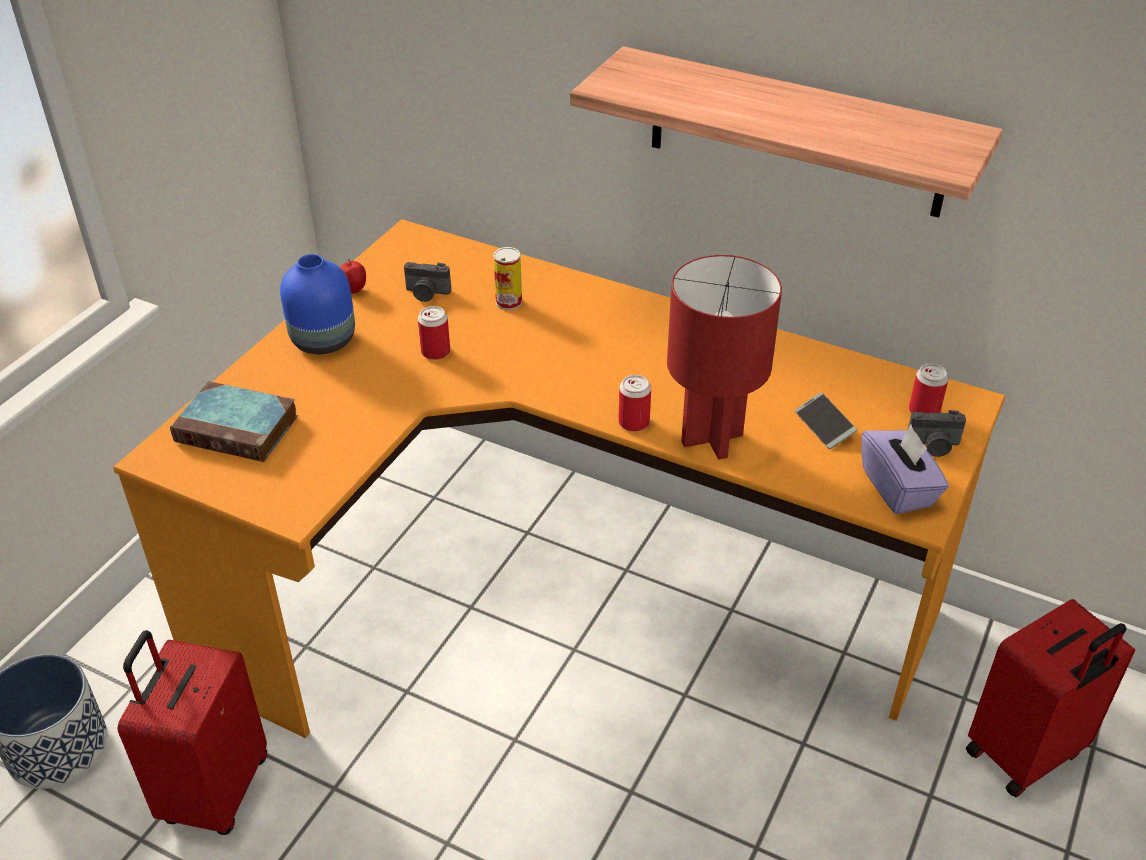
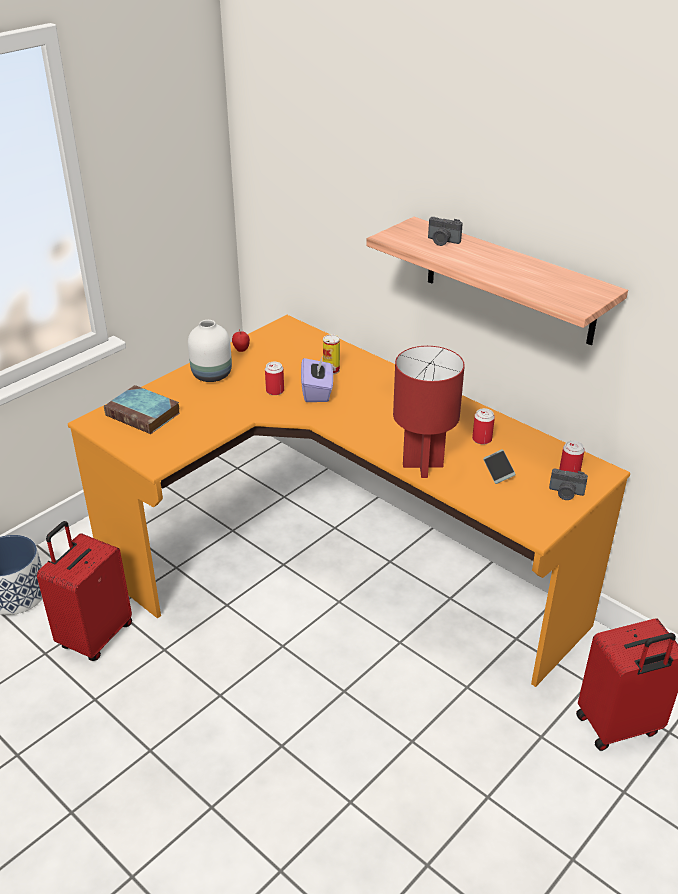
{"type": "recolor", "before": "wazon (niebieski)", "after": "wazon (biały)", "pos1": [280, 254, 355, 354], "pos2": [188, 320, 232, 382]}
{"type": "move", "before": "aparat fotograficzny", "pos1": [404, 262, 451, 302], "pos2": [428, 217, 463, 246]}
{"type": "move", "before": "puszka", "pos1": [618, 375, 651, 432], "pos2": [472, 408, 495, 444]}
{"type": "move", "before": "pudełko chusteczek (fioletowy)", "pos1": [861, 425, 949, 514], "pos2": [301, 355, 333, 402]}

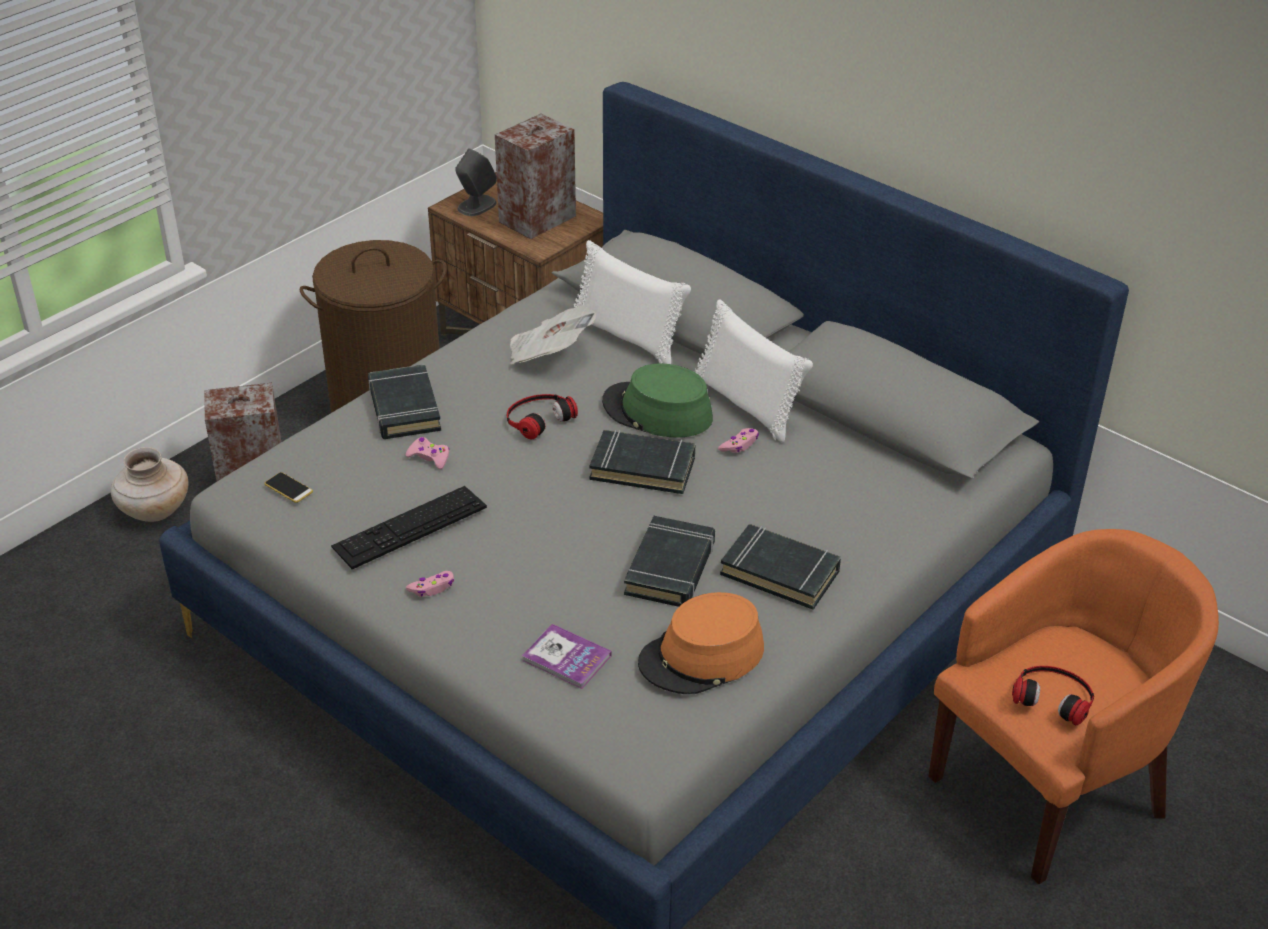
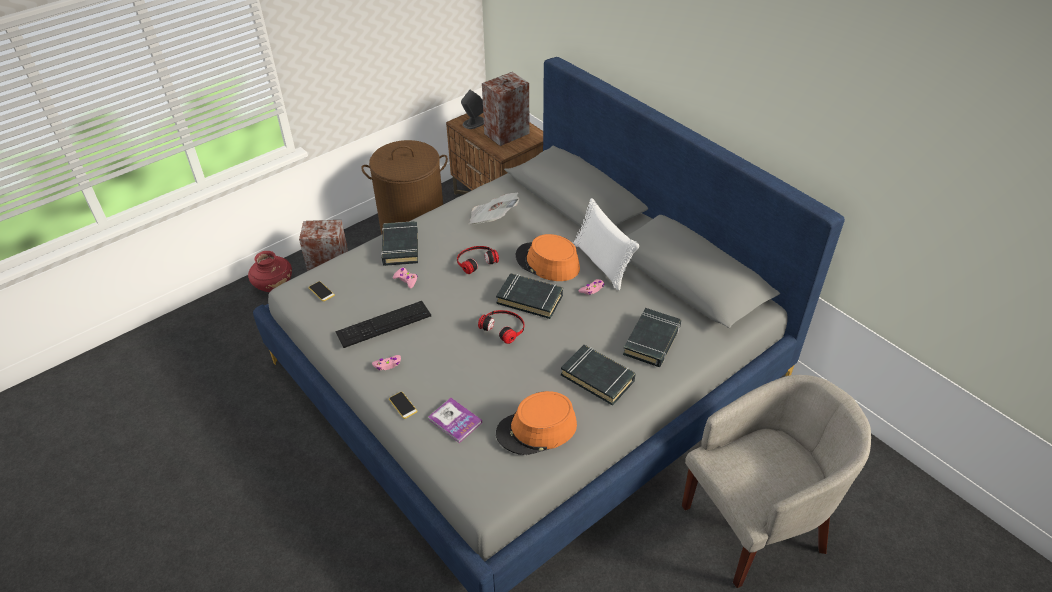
{"type": "recolor", "before": "wazon (beżowy)", "after": "wazon (czerwony)", "pos1": [111, 447, 189, 522], "pos2": [248, 251, 292, 292]}
{"type": "delete", "before": "poduszka (biały)", "pos1": [574, 240, 691, 364]}
{"type": "recolor", "before": "kapelusz (zielony)", "after": "kapelusz (pomarańczowy)", "pos1": [602, 364, 713, 438], "pos2": [516, 234, 580, 281]}
{"type": "move", "before": "książka (czarny)", "pos1": [624, 516, 715, 607], "pos2": [623, 308, 681, 367]}
{"type": "recolor", "before": "fotel (pomarańczowy)", "after": "fotel (beżowy)", "pos1": [928, 529, 1219, 884], "pos2": [682, 375, 871, 588]}
{"type": "move", "before": "słuchawki", "pos1": [1012, 666, 1094, 725], "pos2": [478, 310, 525, 344]}
{"type": "insert", "after": "telefon", "pos2": [389, 392, 417, 419]}

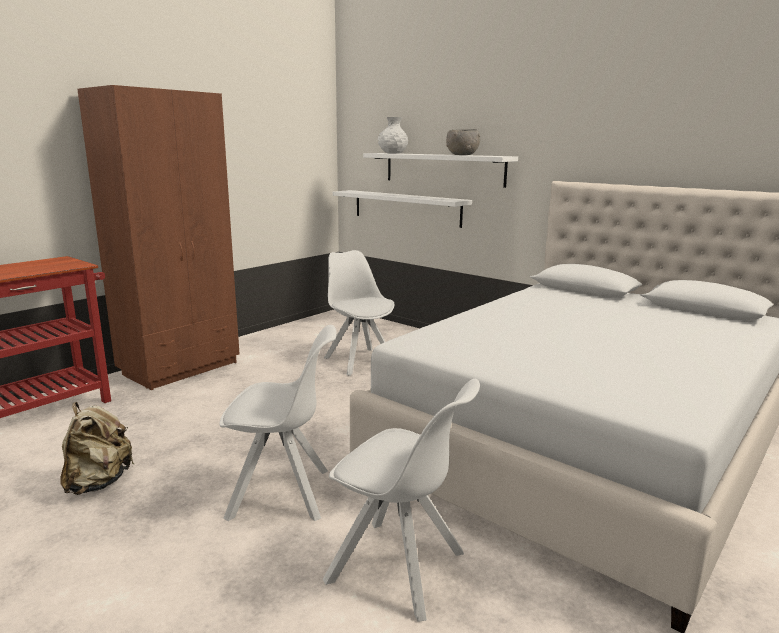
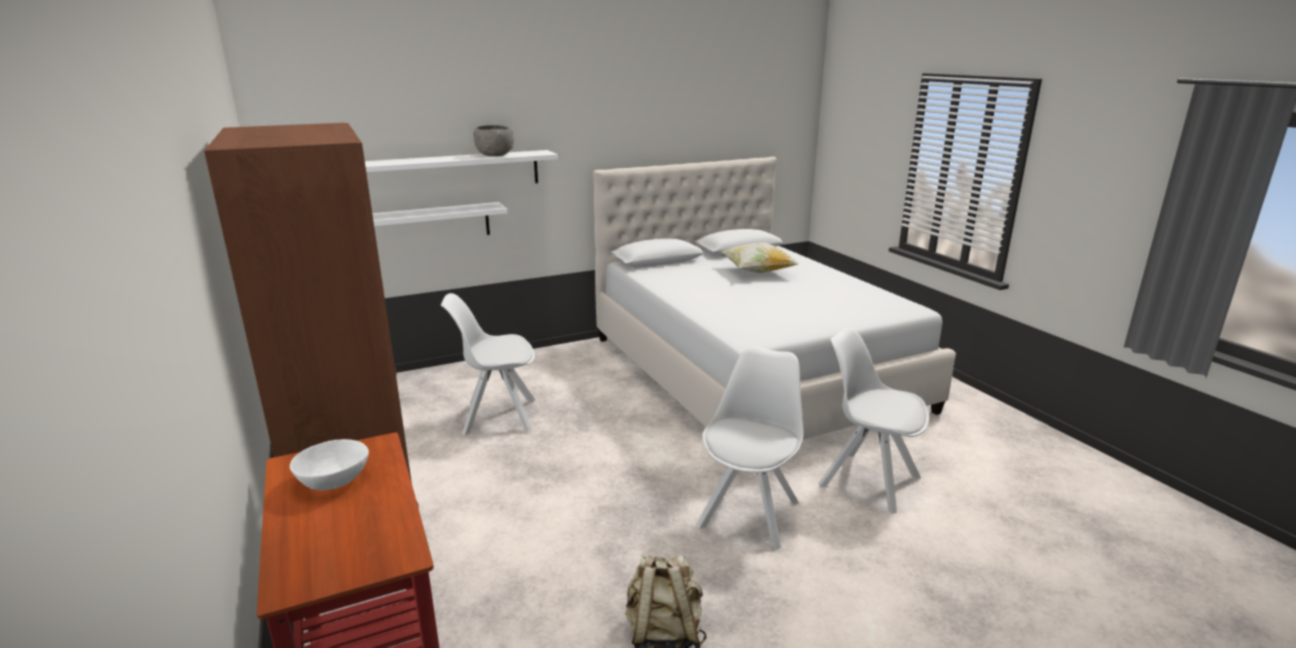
{"type": "rotate", "before": "krzesło (biały)", "pos1": [323, 379, 480, 622], "pos2": [818, 328, 929, 514], "turn": -105}
{"type": "delete", "before": "wazon (biały)", "pos1": [378, 117, 408, 154]}
{"type": "insert", "after": "miska (biały)", "pos2": [290, 439, 369, 490]}
{"type": "insert", "after": "poduszka", "pos2": [722, 242, 799, 273]}

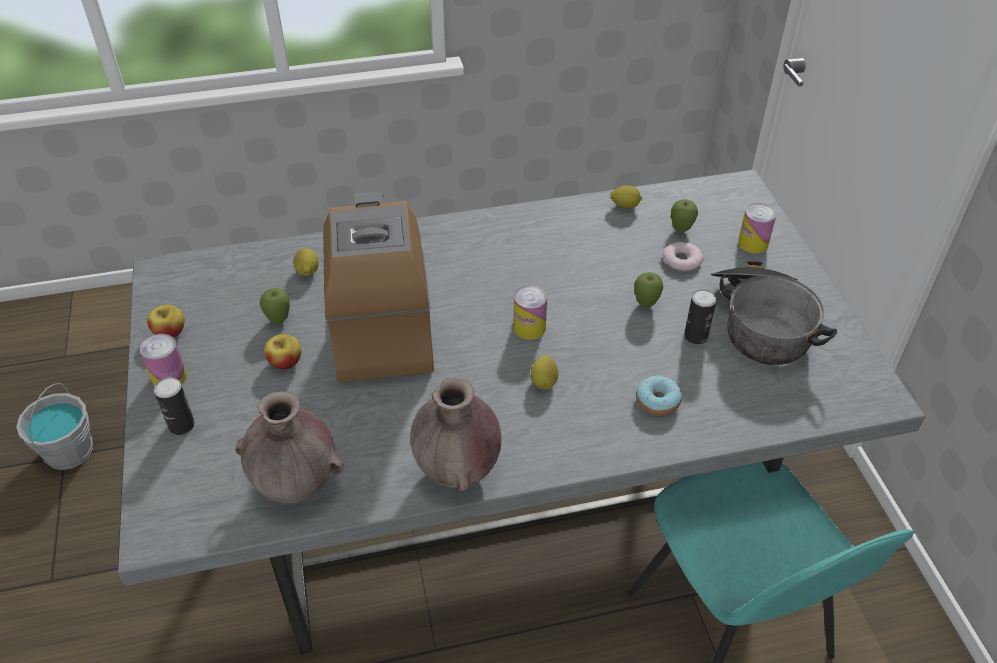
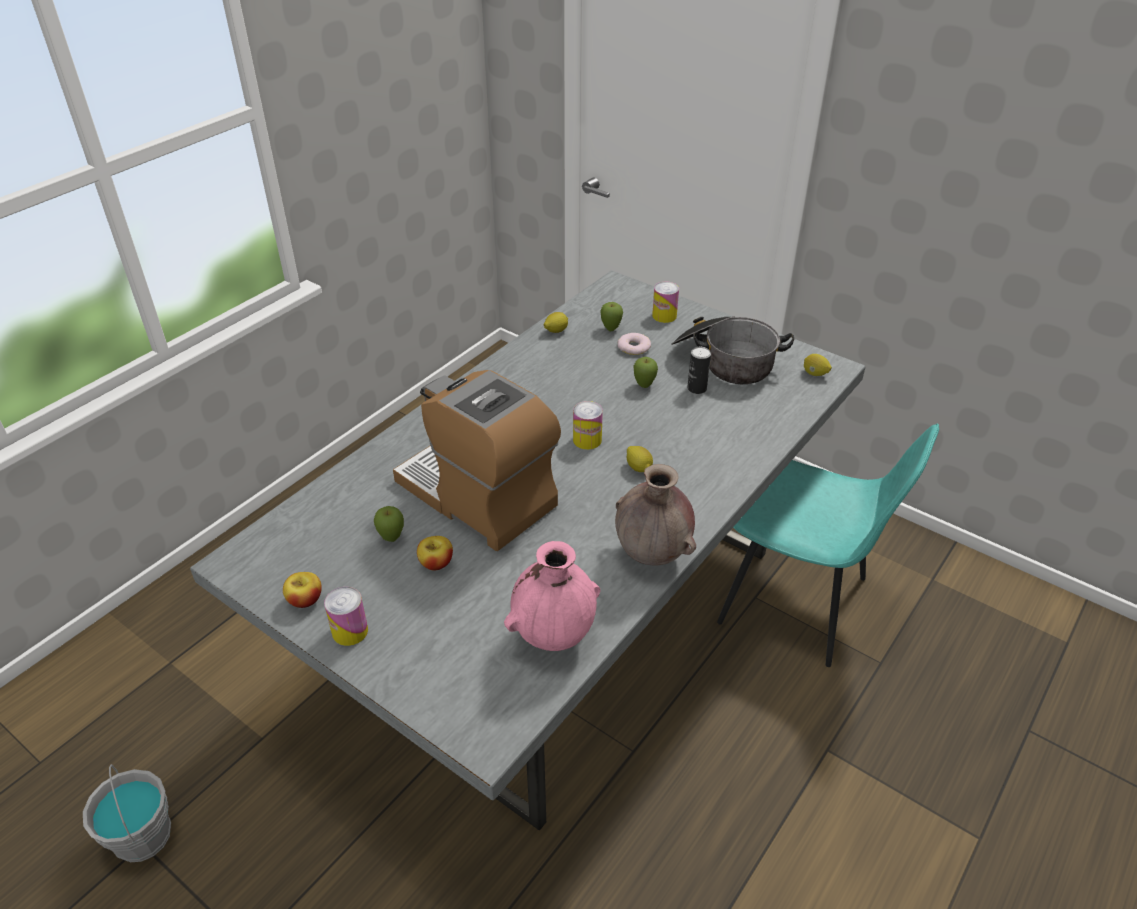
{"type": "delete", "before": "puszka", "pos1": [154, 377, 195, 435]}
{"type": "recolor", "before": "wazon (brązowy)", "after": "wazon (różowy)", "pos1": [235, 391, 344, 504], "pos2": [504, 541, 600, 651]}
{"type": "move", "before": "cytryna", "pos1": [293, 248, 319, 276], "pos2": [804, 354, 832, 376]}
{"type": "delete", "before": "donut", "pos1": [636, 375, 682, 416]}

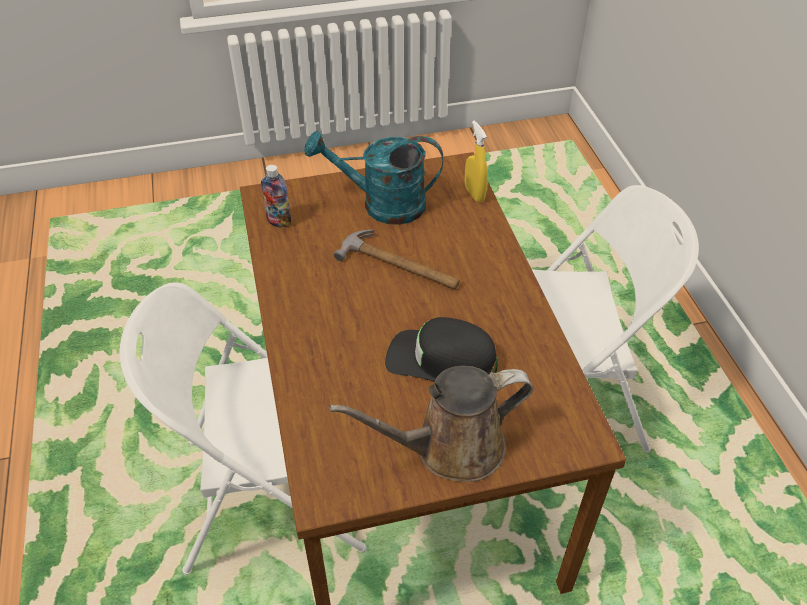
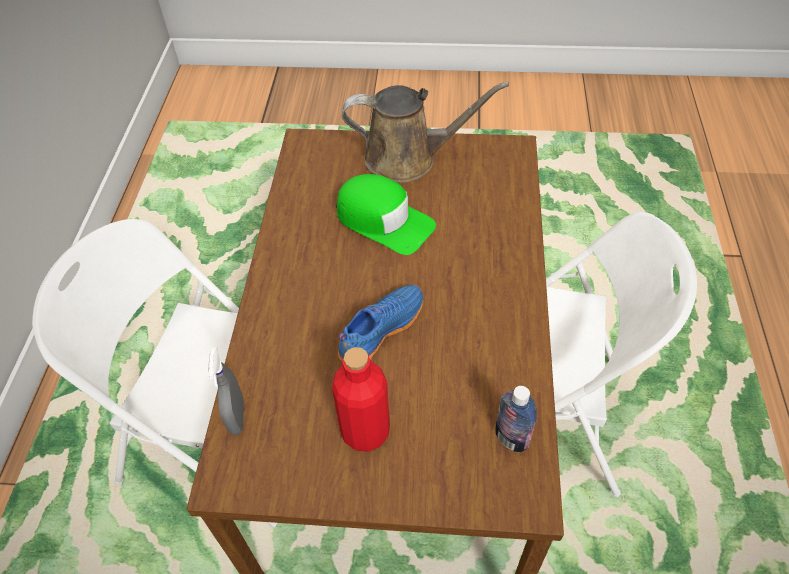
{"type": "replace", "before": "konewka (turkusowy)", "after": "butelka (czerwony)", "pos1": [304, 131, 443, 225], "pos2": [332, 347, 390, 452]}
{"type": "replace", "before": "młotek", "after": "but (niebieski)", "pos1": [334, 230, 460, 289], "pos2": [338, 285, 423, 362]}
{"type": "recolor", "before": "czapka z daszkiem (czarny)", "after": "czapka z daszkiem (zielony)", "pos1": [385, 317, 498, 381], "pos2": [337, 174, 436, 255]}
{"type": "recolor", "before": "spryskiwacz (żółty)", "after": "spryskiwacz (szary)", "pos1": [465, 121, 488, 202], "pos2": [208, 347, 244, 435]}

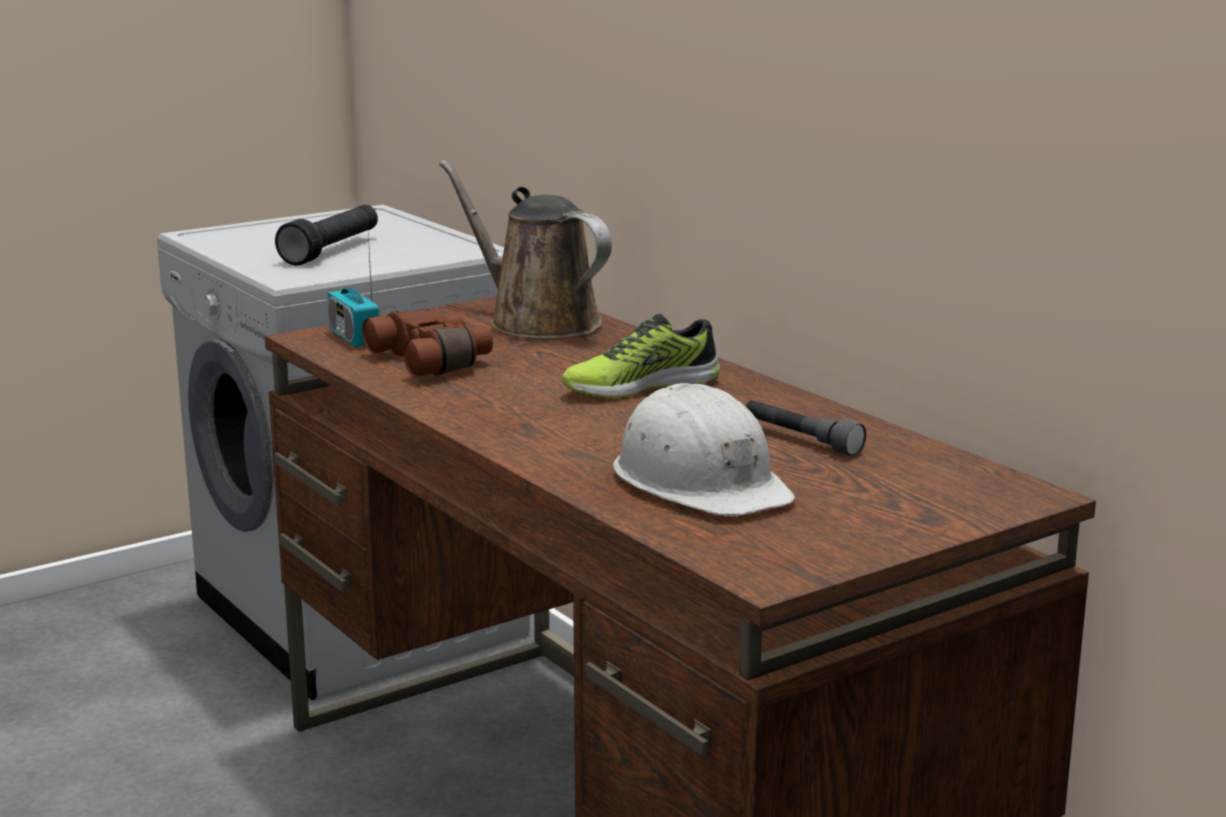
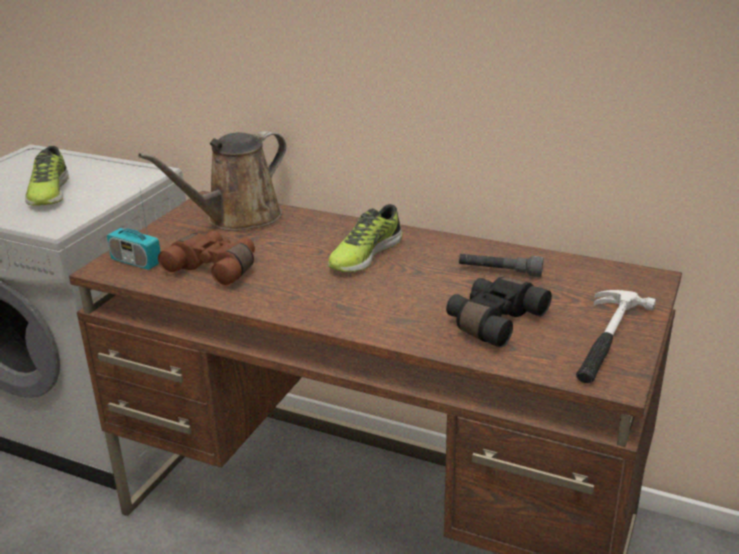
{"type": "replace", "before": "latarka (czarny)", "after": "but", "pos1": [275, 205, 378, 265], "pos2": [25, 146, 68, 206]}
{"type": "rotate", "before": "konewka (brązowy)", "pos1": [439, 160, 612, 339], "pos2": [138, 131, 286, 231], "turn": -60}
{"type": "replace", "before": "kask (biały)", "after": "lornetka (czarny)", "pos1": [613, 383, 795, 516], "pos2": [446, 277, 552, 348]}
{"type": "insert", "after": "młotek", "pos2": [576, 290, 656, 383]}

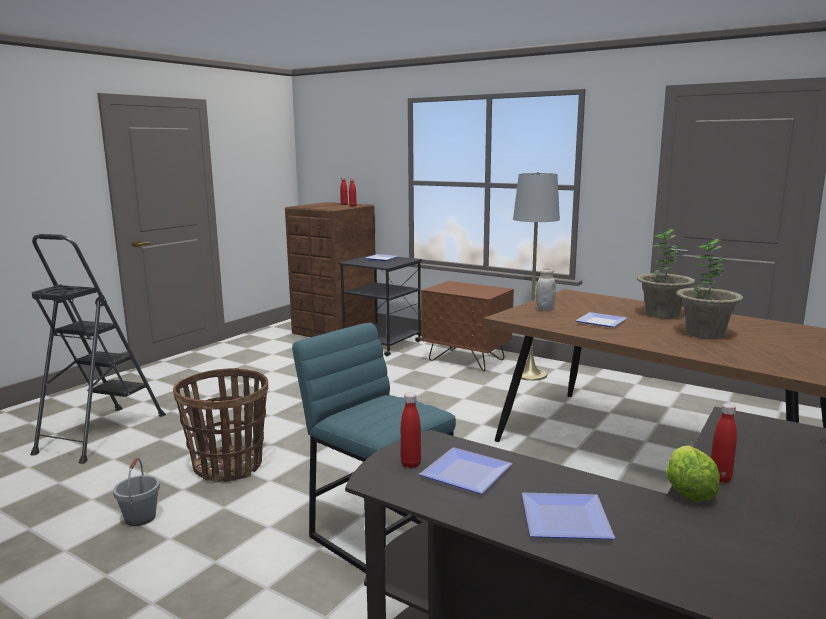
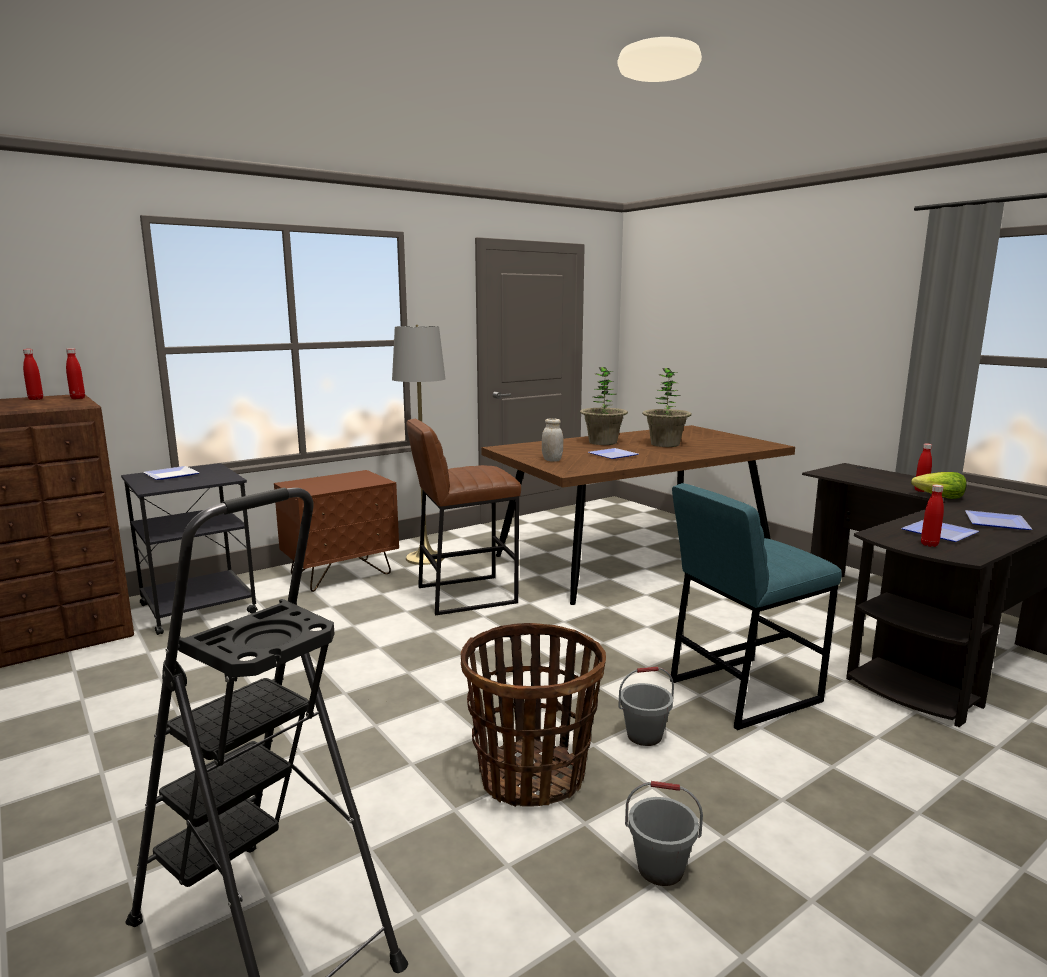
{"type": "insert", "after": "stołek (brązowy)", "pos2": [406, 419, 521, 615]}
{"type": "insert", "after": "wiadro (szary)", "pos2": [618, 667, 674, 746]}

